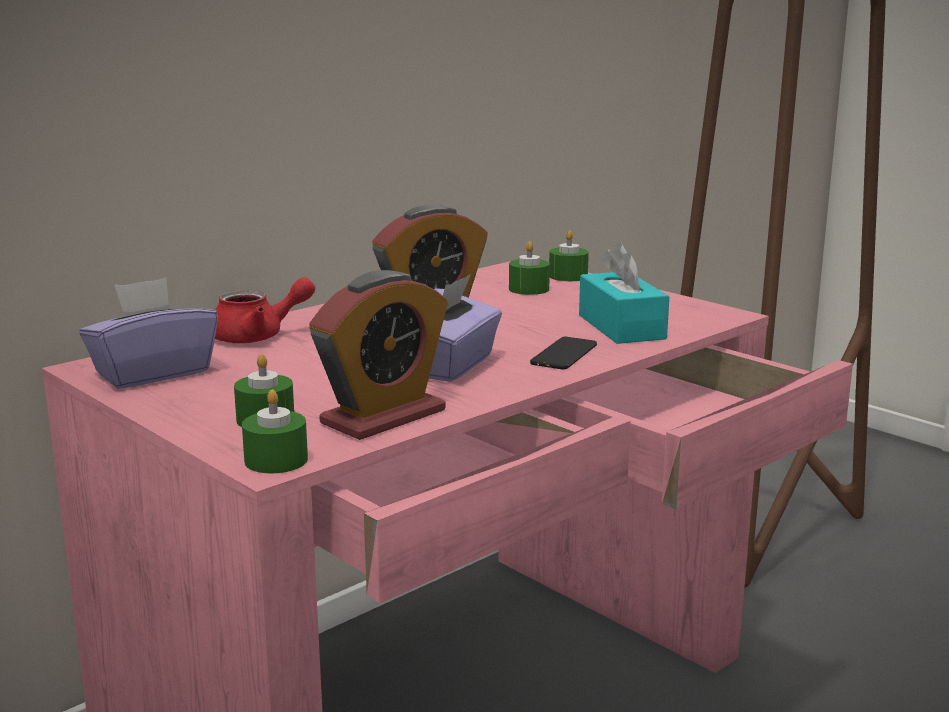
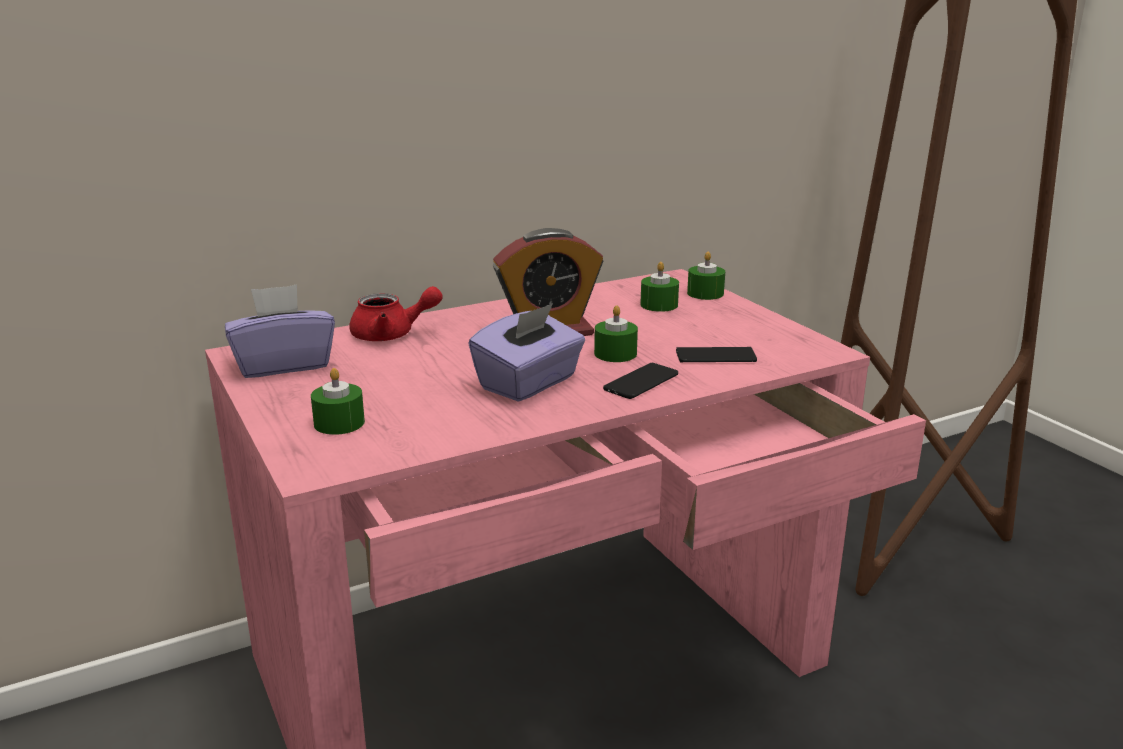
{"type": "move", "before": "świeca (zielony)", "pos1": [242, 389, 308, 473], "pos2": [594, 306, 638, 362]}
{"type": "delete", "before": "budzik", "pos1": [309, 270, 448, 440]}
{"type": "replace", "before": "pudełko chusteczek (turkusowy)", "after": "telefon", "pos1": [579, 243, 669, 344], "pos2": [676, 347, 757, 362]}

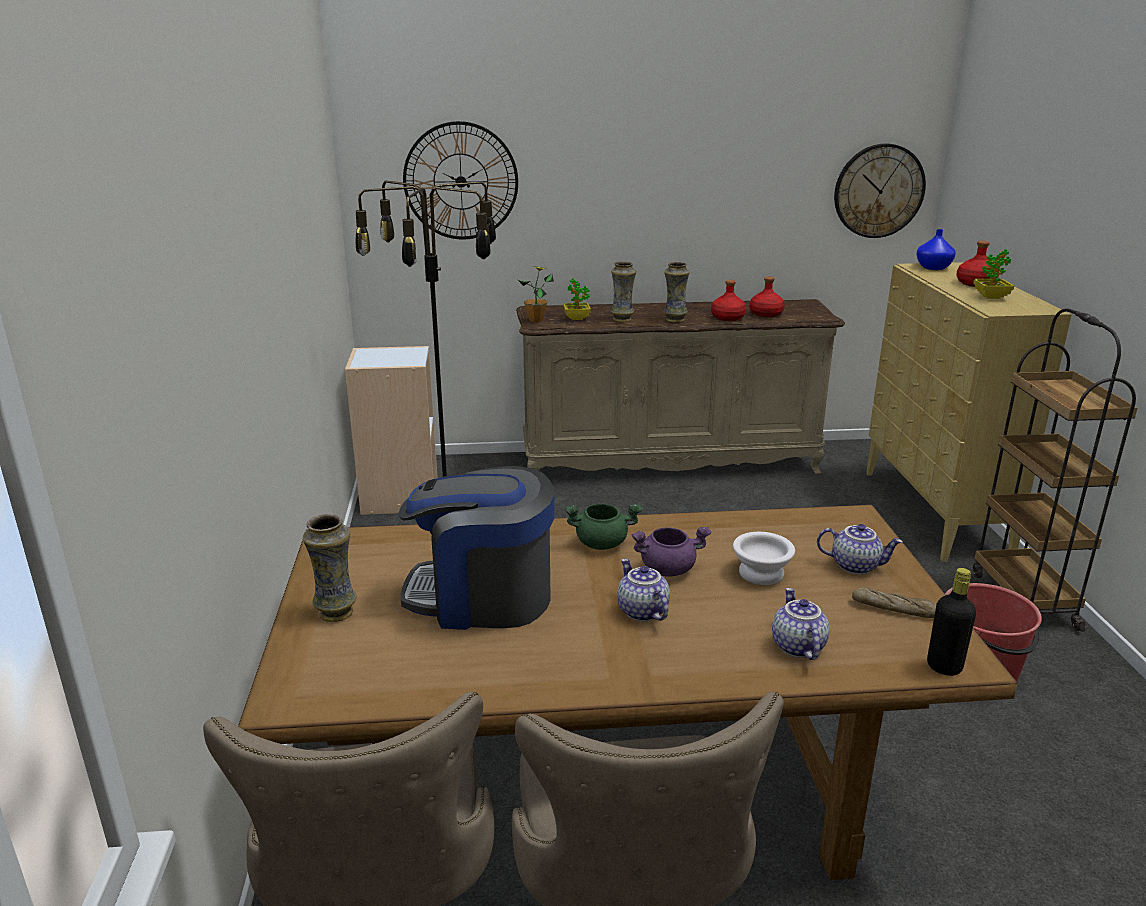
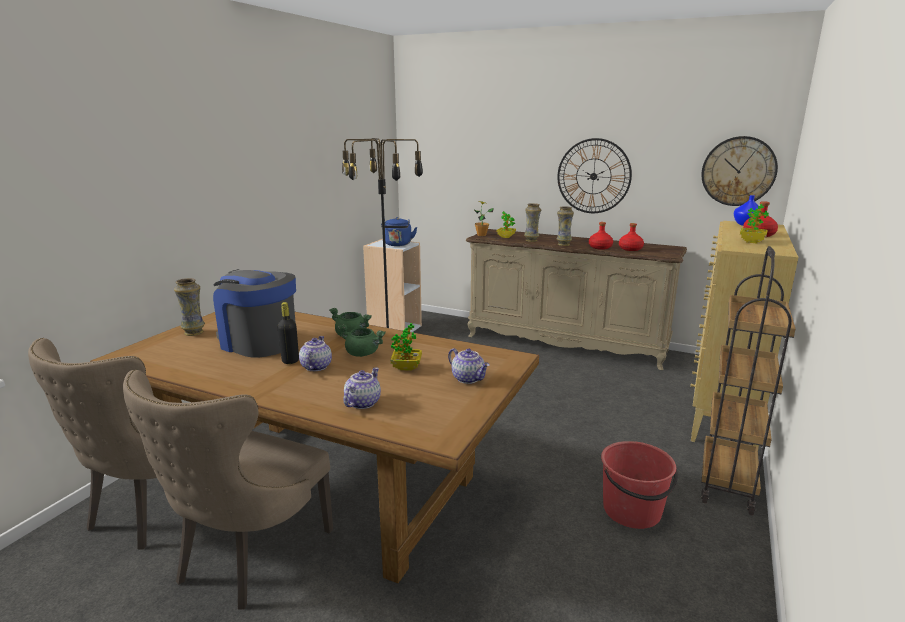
{"type": "move", "before": "zegar ścienny", "pos1": [403, 121, 518, 240], "pos2": [557, 138, 632, 213]}
{"type": "recolor", "before": "garnek (fioletowy)", "after": "garnek (zielony)", "pos1": [632, 527, 711, 577], "pos2": [338, 324, 386, 357]}
{"type": "replace", "before": "miska (biały)", "after": "roślina doniczkowa", "pos1": [733, 532, 795, 585], "pos2": [391, 323, 422, 371]}
{"type": "delete", "before": "chleb", "pos1": [852, 587, 936, 618]}
{"type": "move", "before": "butelka (czarny)", "pos1": [927, 568, 976, 676], "pos2": [277, 302, 299, 364]}
{"type": "insert", "after": "czajnik (niebieski)", "pos2": [381, 217, 417, 246]}

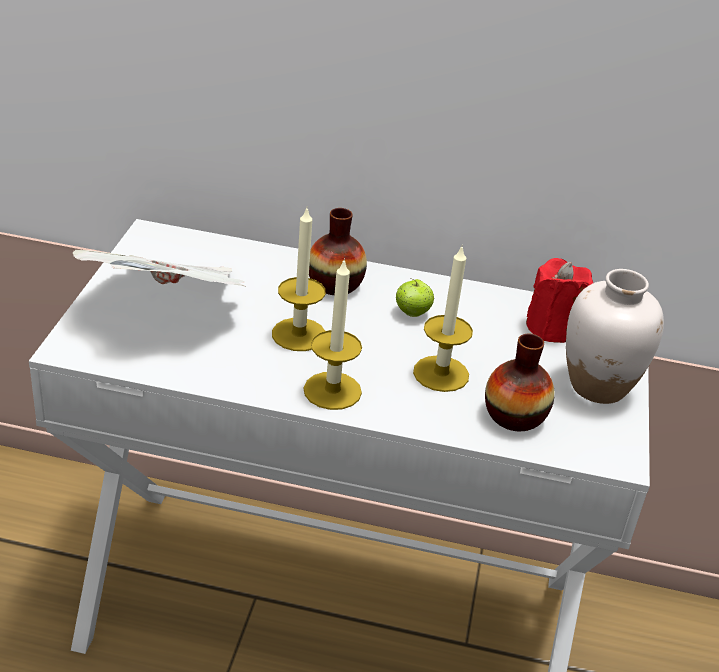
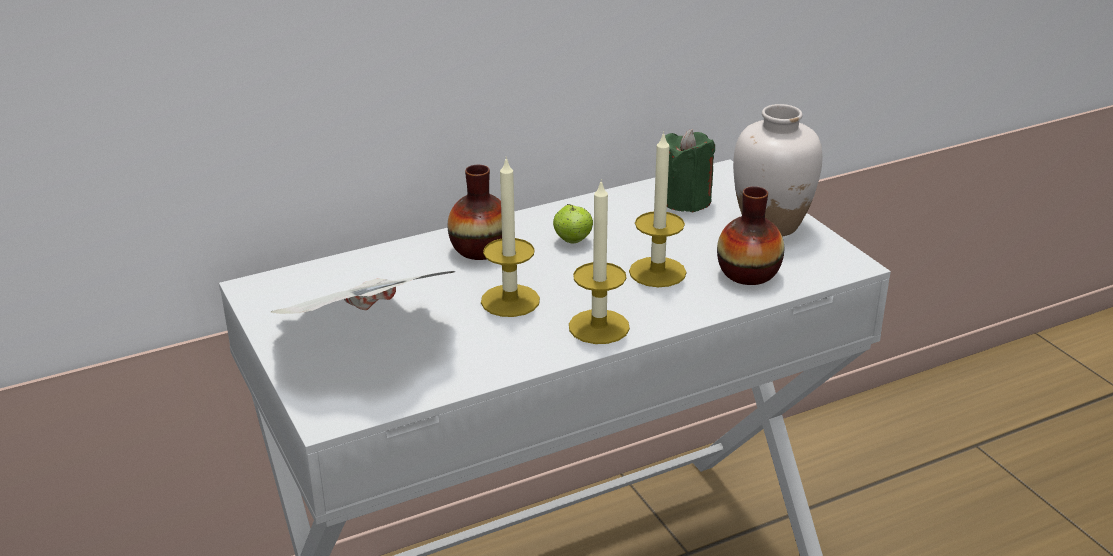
{"type": "recolor", "before": "świeca (czerwony)", "after": "świeca (zielony)", "pos1": [526, 258, 593, 343], "pos2": [665, 129, 715, 212]}

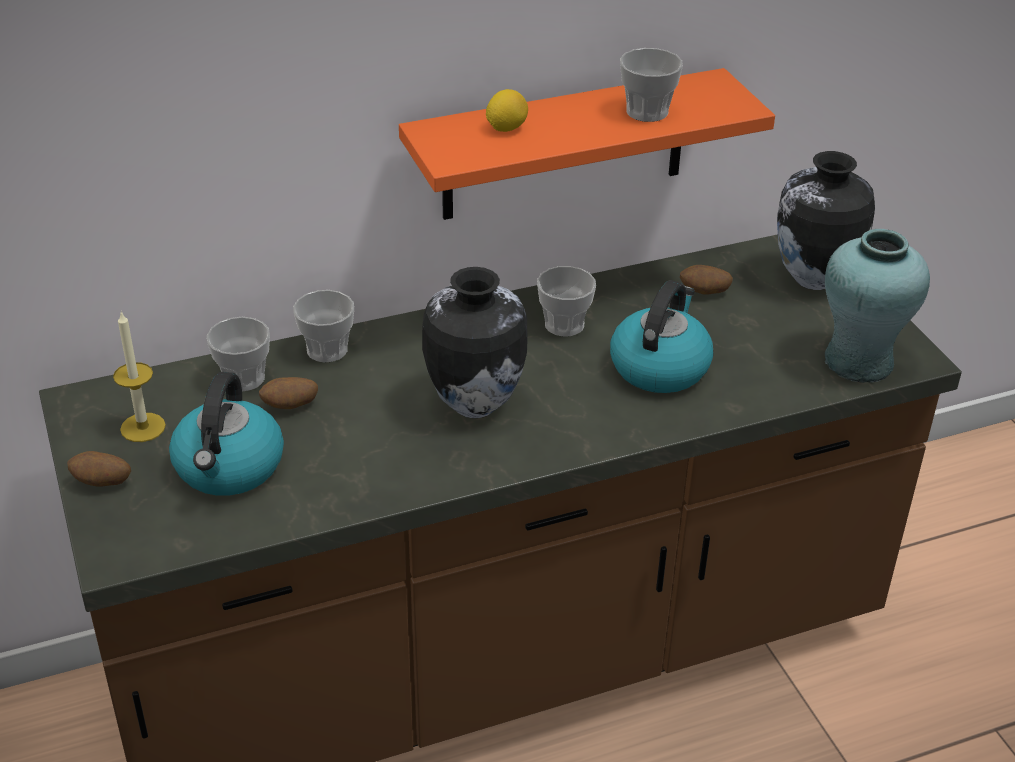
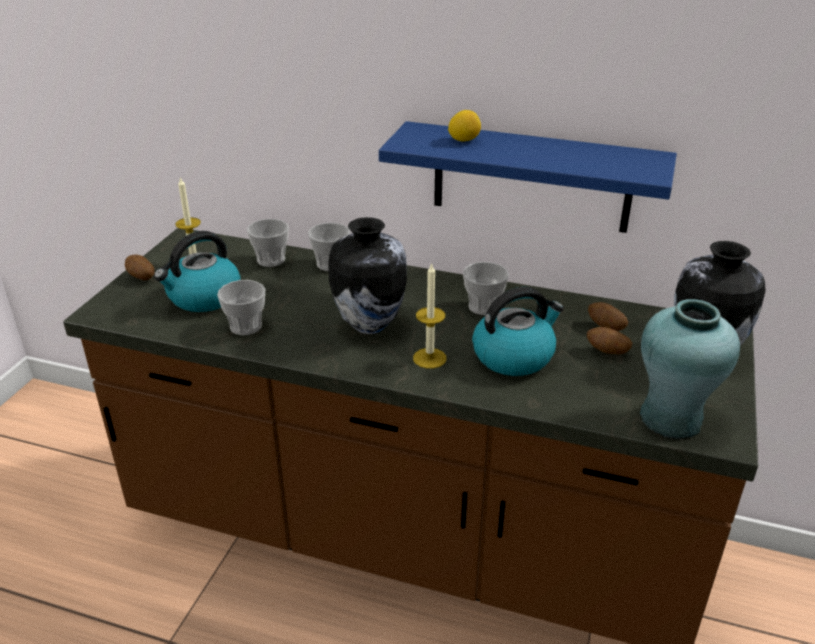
{"type": "move", "before": "ziemniak", "pos1": [259, 377, 318, 409], "pos2": [587, 327, 632, 354]}
{"type": "recolor", "before": "półka (pomarańczowy)", "after": "półka (niebieski)", "pos1": [399, 68, 775, 220], "pos2": [379, 121, 677, 233]}
{"type": "move", "before": "filiżanka", "pos1": [620, 48, 683, 122], "pos2": [217, 280, 265, 335]}
{"type": "insert", "after": "świeca", "pos2": [413, 263, 447, 369]}

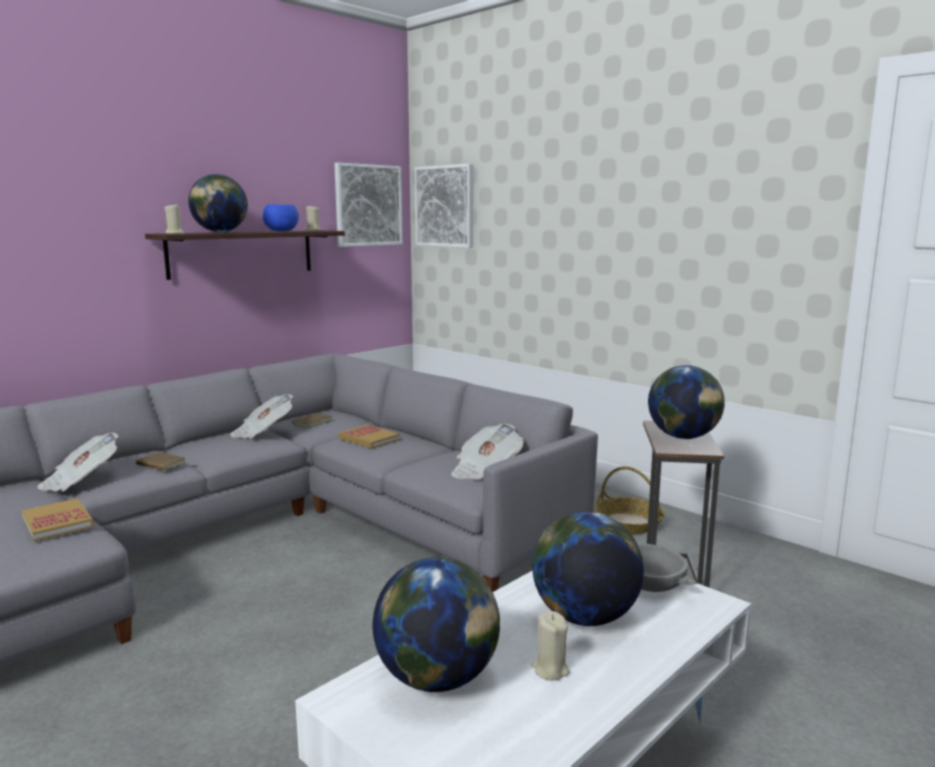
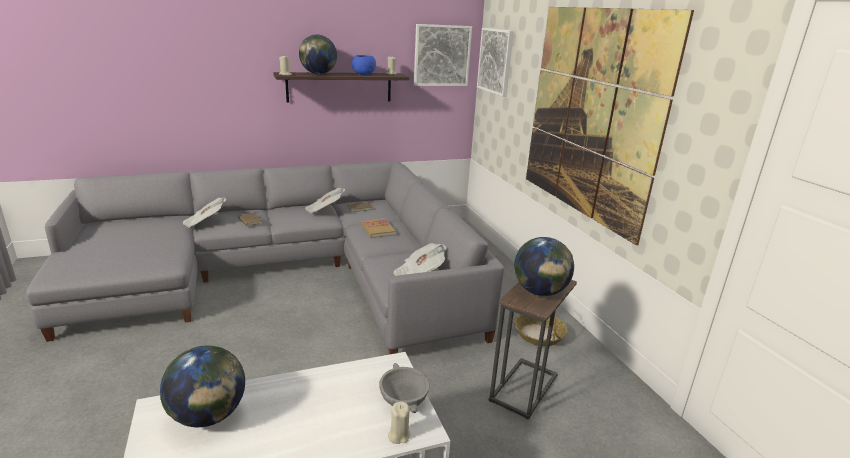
{"type": "delete", "before": "książka", "pos1": [22, 499, 94, 541]}
{"type": "move", "before": "świeca (beżowy)", "pos1": [531, 611, 570, 680], "pos2": [388, 402, 410, 444]}
{"type": "delete", "before": "globus", "pos1": [532, 512, 644, 626]}
{"type": "insert", "after": "obraz", "pos2": [526, 7, 694, 245]}

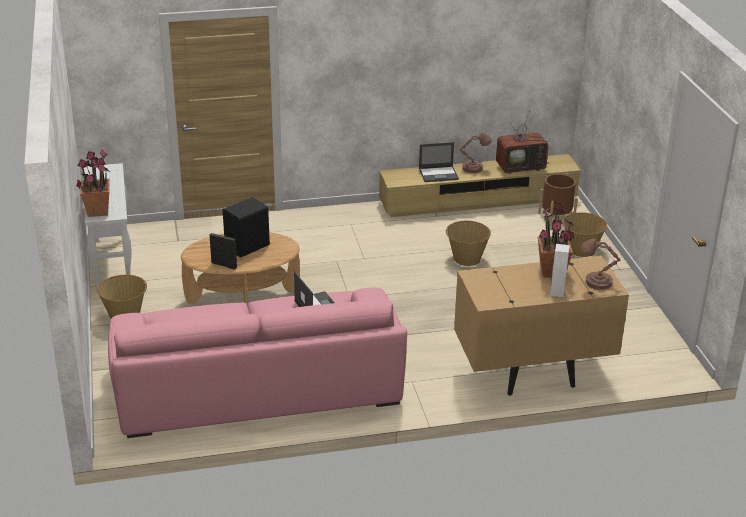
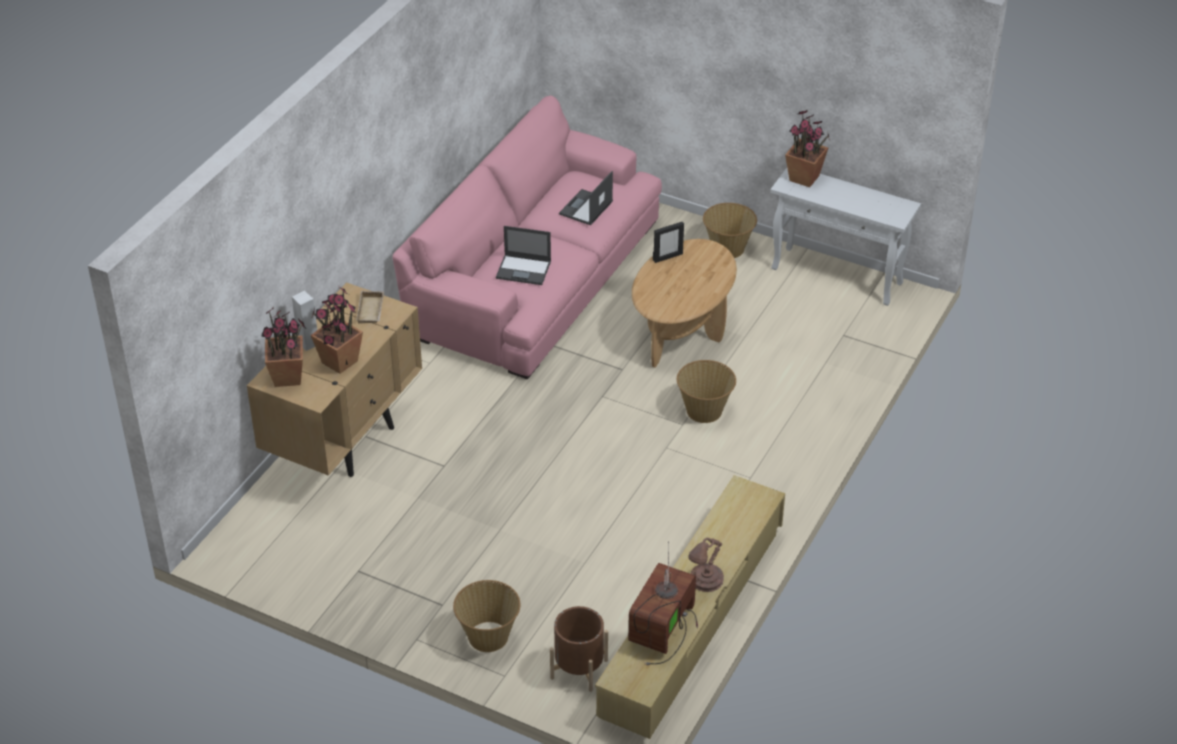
{"type": "delete", "before": "głośnik (czarny)", "pos1": [223, 197, 270, 258]}
{"type": "move", "before": "laptop", "pos1": [419, 142, 459, 182], "pos2": [559, 171, 613, 225]}
{"type": "move", "before": "koszyk", "pos1": [446, 221, 491, 266], "pos2": [677, 360, 736, 423]}
{"type": "replace", "before": "lampa stołowa (brązowy)", "after": "roślina doniczkowa", "pos1": [580, 239, 621, 290], "pos2": [261, 307, 306, 387]}
{"type": "insert", "after": "taca (beżowy)", "pos2": [356, 291, 384, 324]}

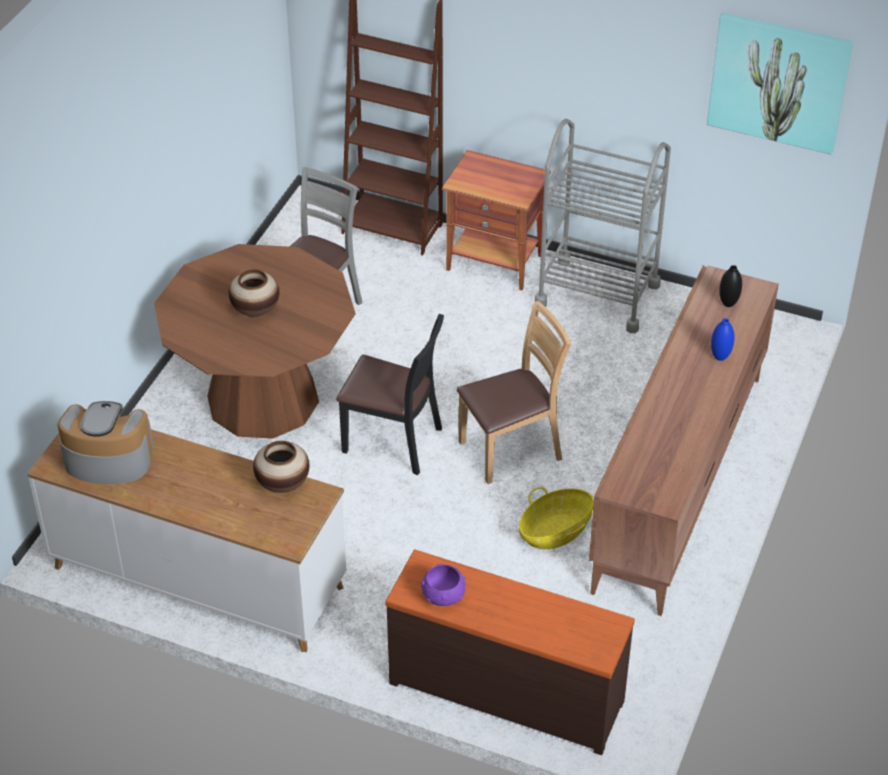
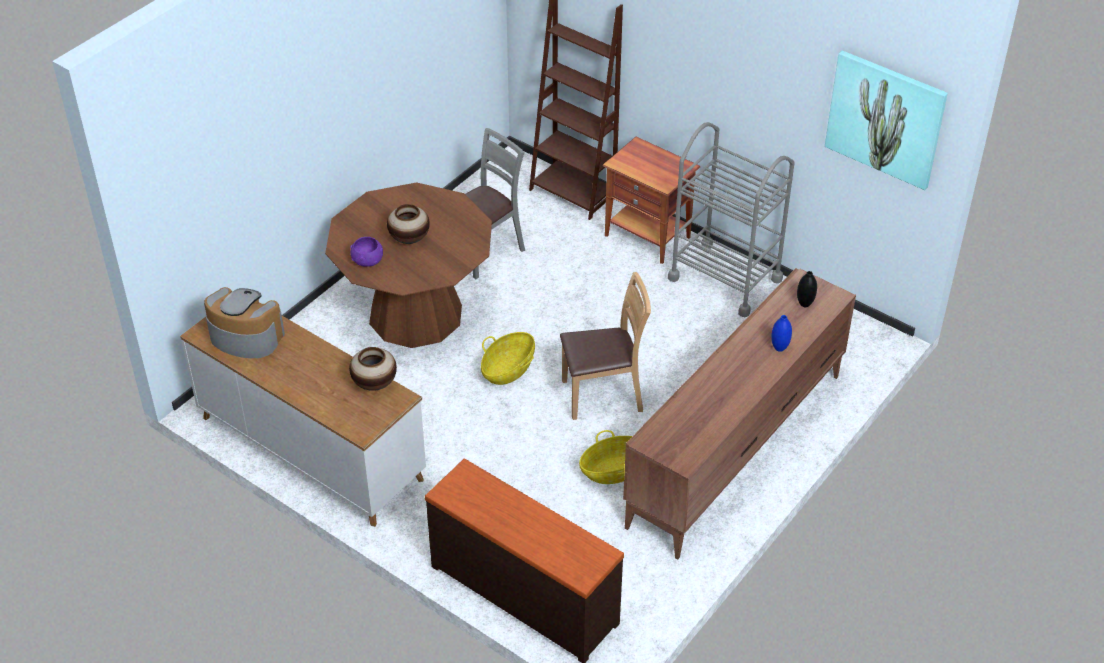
{"type": "replace", "before": "krzesło (czarny)", "after": "koszyk", "pos1": [336, 314, 444, 475], "pos2": [481, 332, 535, 385]}
{"type": "move", "before": "miska (fioletowy)", "pos1": [421, 564, 466, 606], "pos2": [350, 237, 383, 267]}

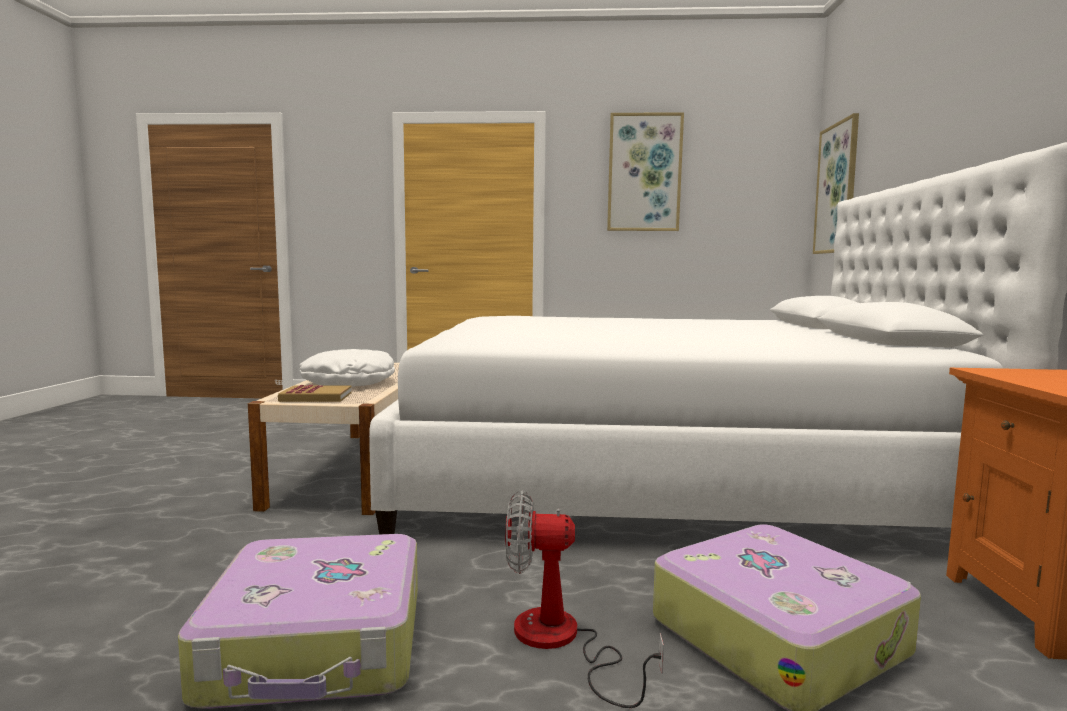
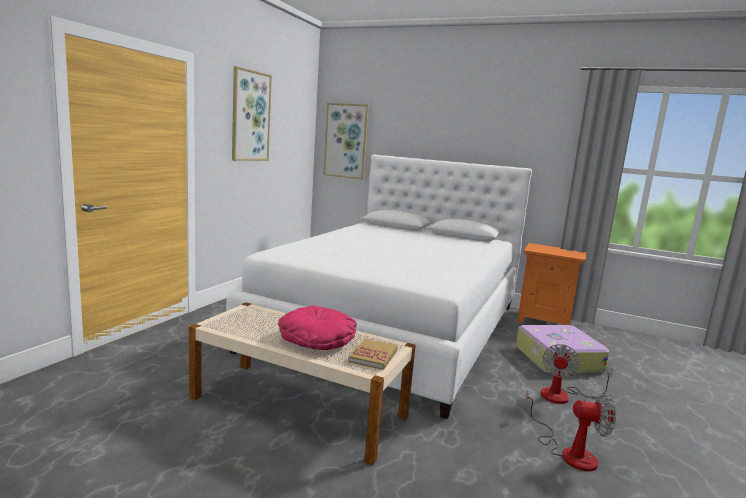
{"type": "replace", "before": "walizka", "after": "wentylator", "pos1": [178, 534, 418, 709], "pos2": [526, 390, 616, 472]}
{"type": "recolor", "before": "poduszka (biały)", "after": "poduszka (różowy)", "pos1": [299, 349, 395, 387], "pos2": [278, 306, 357, 350]}

